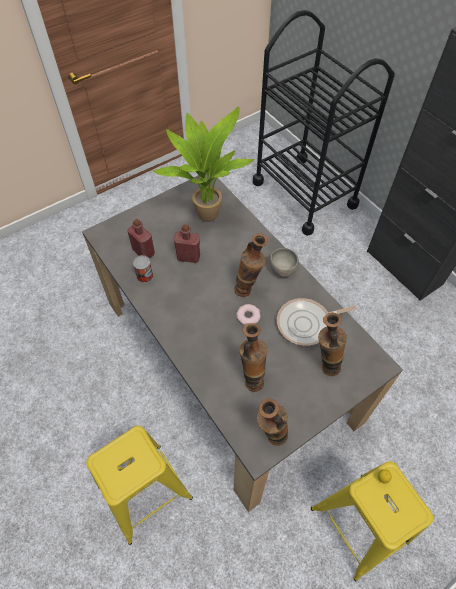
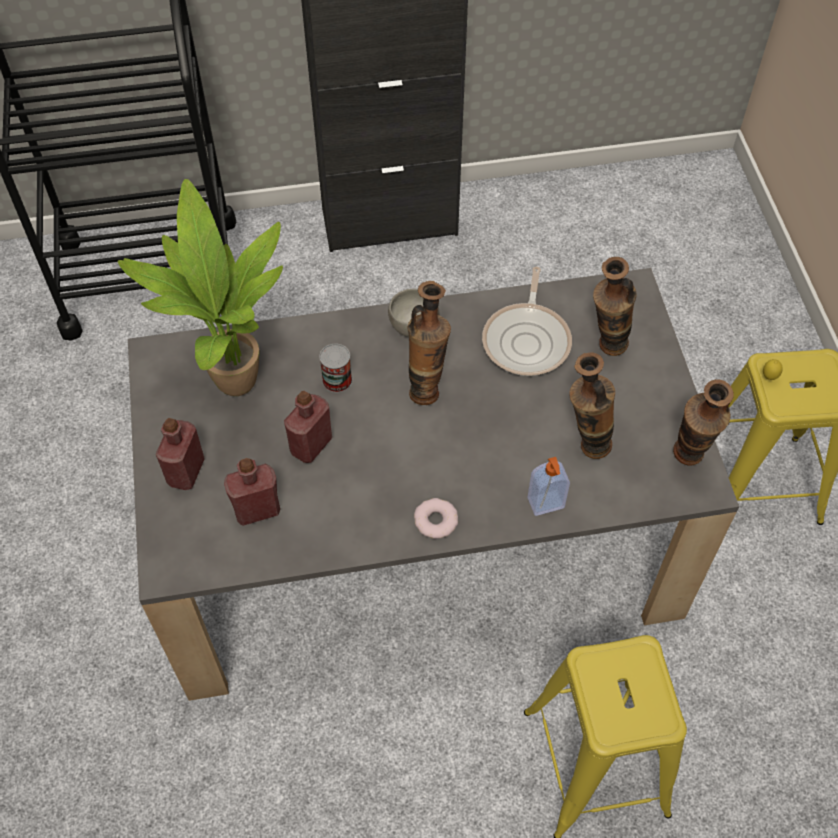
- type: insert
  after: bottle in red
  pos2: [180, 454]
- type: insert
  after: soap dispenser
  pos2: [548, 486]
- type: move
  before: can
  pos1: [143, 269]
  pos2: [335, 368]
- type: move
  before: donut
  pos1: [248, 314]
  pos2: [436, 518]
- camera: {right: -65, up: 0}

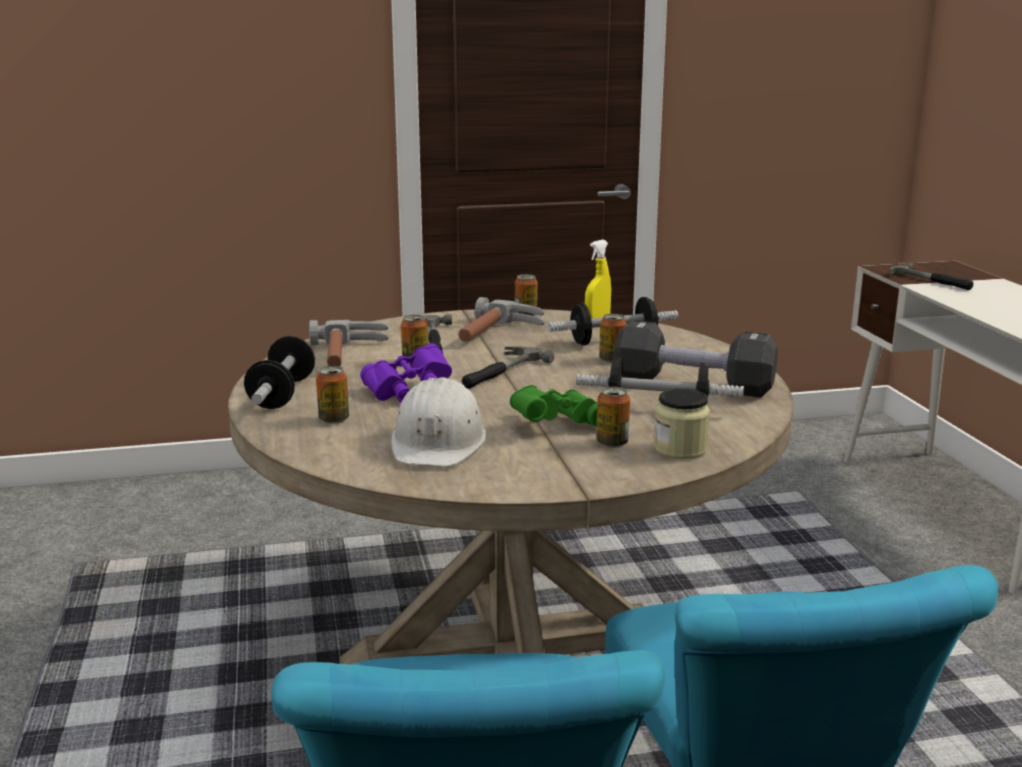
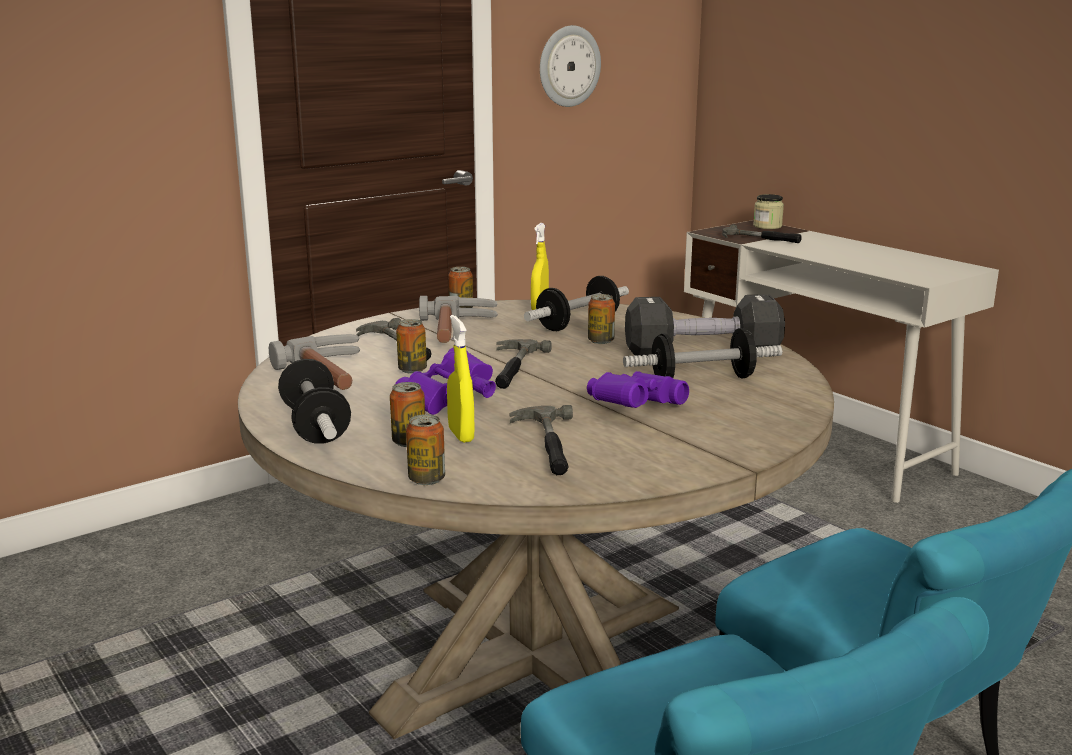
- type: insert
  after: spray bottle in yellow
  pos2: [460, 379]
- type: insert
  after: wall clock
  pos2: [570, 66]
- type: move
  before: can
  pos1: [613, 417]
  pos2: [425, 449]
- type: move
  before: jar
  pos1: [682, 423]
  pos2: [768, 211]
- type: replace
  before: hard hat in white
  after: hammer
  pos1: [439, 422]
  pos2: [541, 440]
- type: recolor
  before: binoculars in green
  after: binoculars in purple
  pos1: [553, 406]
  pos2: [638, 389]
- camera: {right: -25, up: 0}

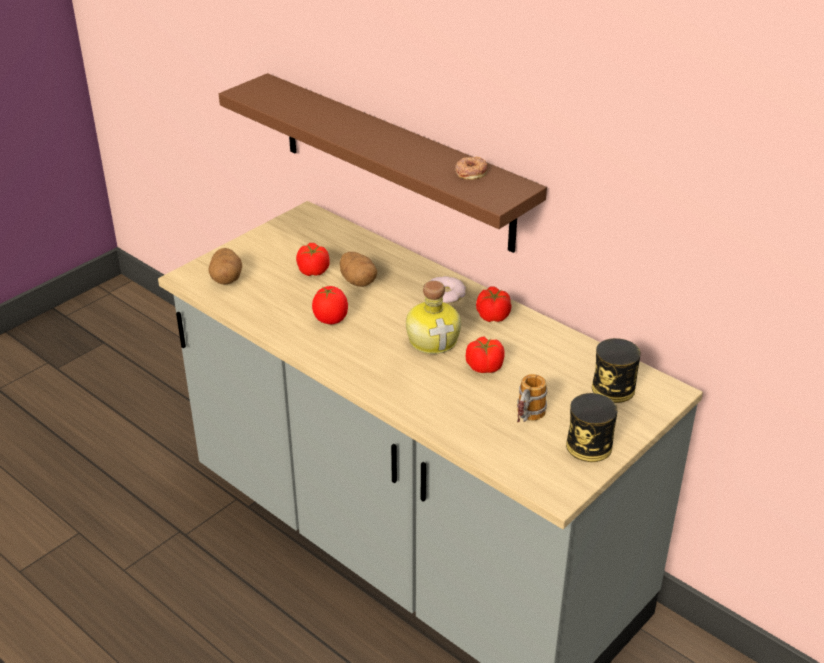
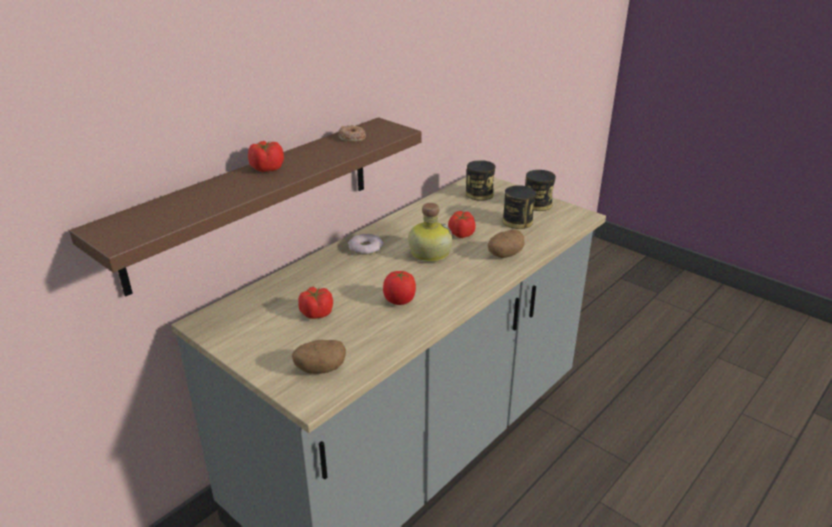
- type: move
  before: potato
  pos1: [358, 269]
  pos2: [506, 244]
- type: move
  before: tomato
  pos1: [494, 304]
  pos2: [266, 156]
- type: replace
  before: mug
  after: can
  pos1: [532, 398]
  pos2: [519, 207]
- camera: {right: -90, up: -5}

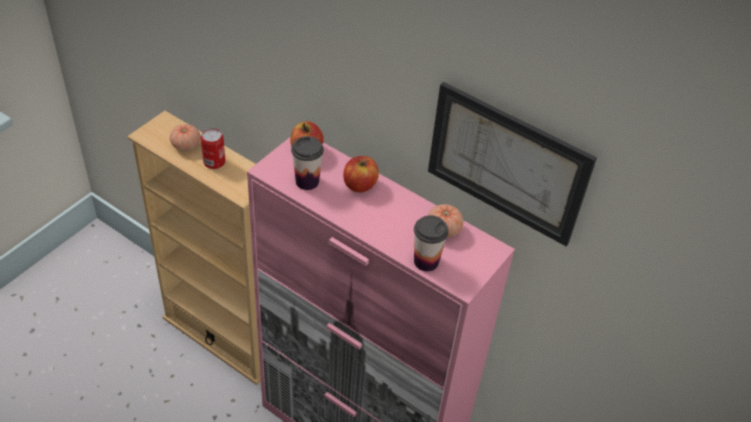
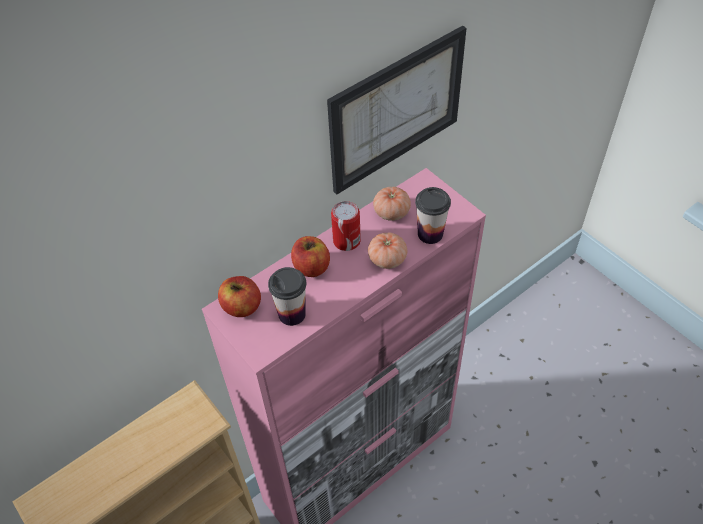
- type: move
  before: tomato
  pos1: [185, 137]
  pos2: [387, 251]
- type: move
  before: can
  pos1: [213, 148]
  pos2: [346, 226]
- camera: {right: -70, up: 5}

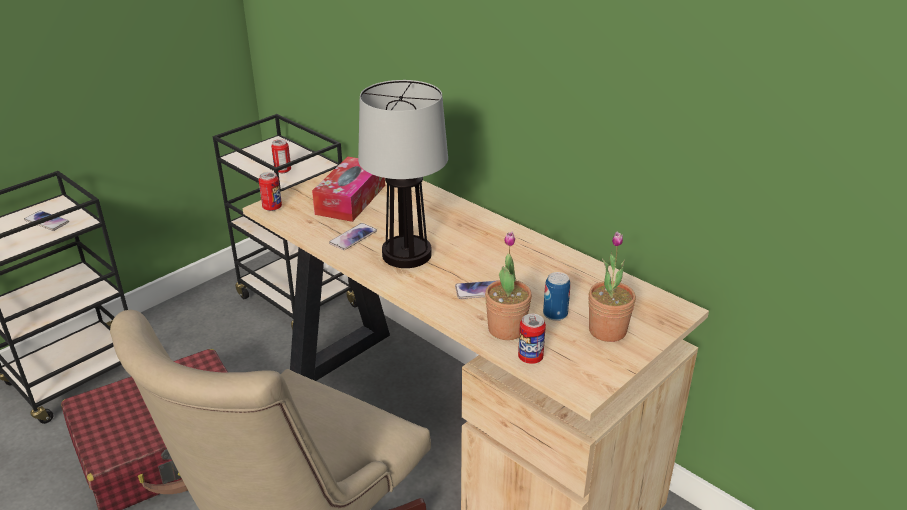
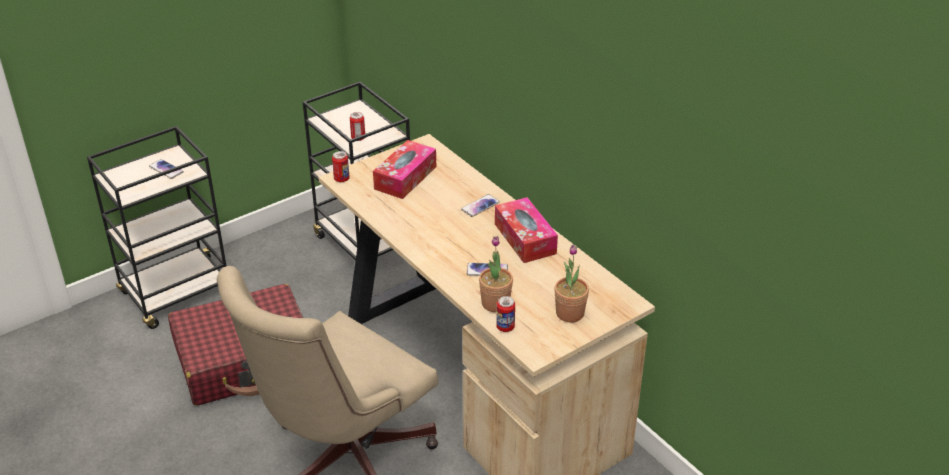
- type: delete
  before: table lamp
  pos1: [403, 174]
- type: delete
  before: can
  pos1: [556, 296]
- type: insert
  after: tissue box
  pos2: [526, 230]
- type: move
  before: phone
  pos1: [353, 236]
  pos2: [480, 205]
- camera: {right: 10, up: 5}

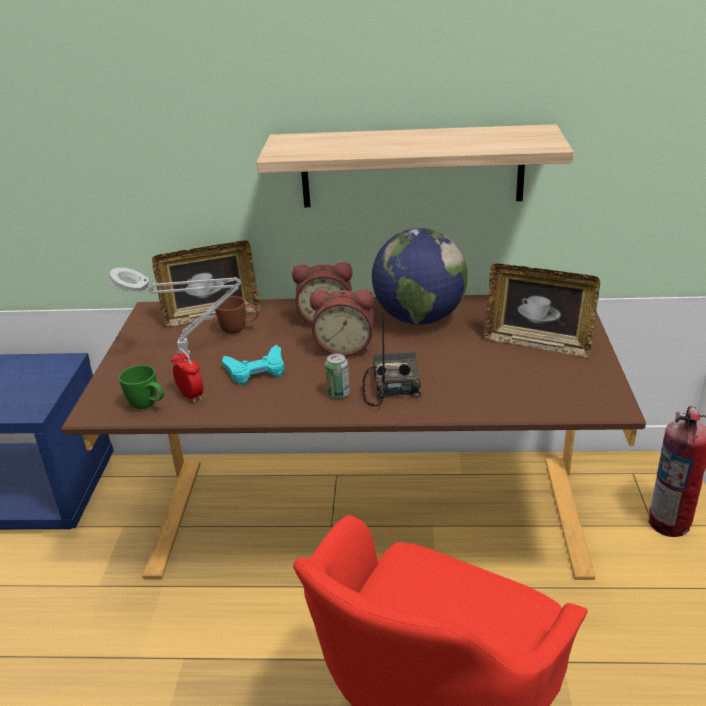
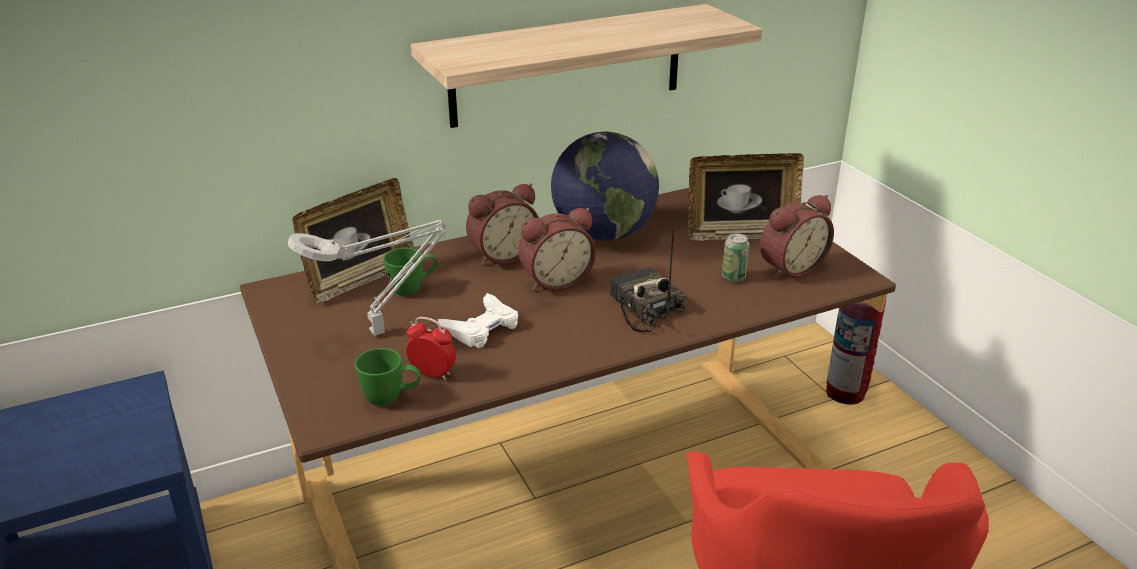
- type: insert
  after: alarm clock
  pos2: [797, 237]
- type: move
  before: can
  pos1: [337, 376]
  pos2: [735, 257]
- type: recolor
  before: mug in brown
  after: mug in green
  pos1: [236, 315]
  pos2: [410, 271]
- type: recolor
  before: game controller in turquoise
  after: game controller in white
  pos1: [253, 365]
  pos2: [478, 320]
- camera: {right: -30, up: 0}

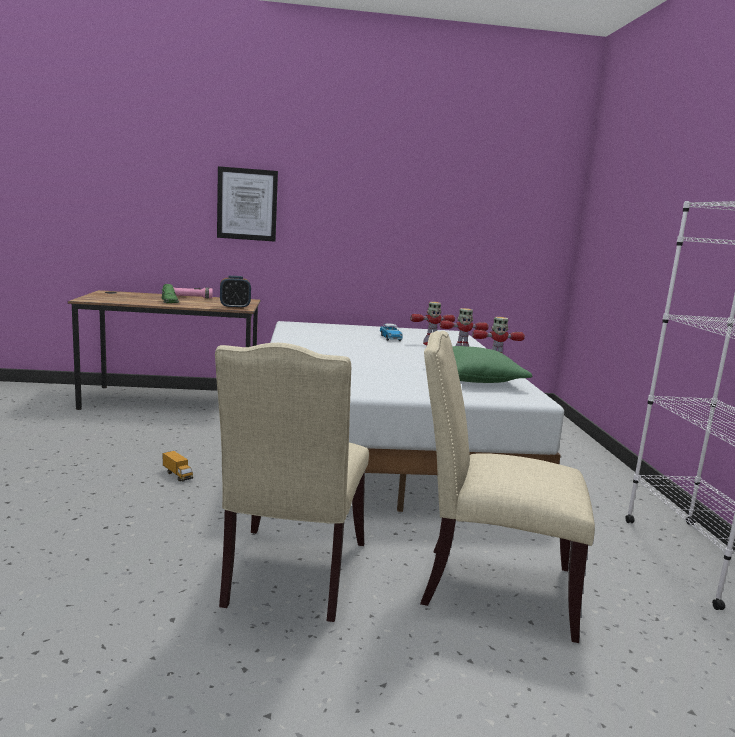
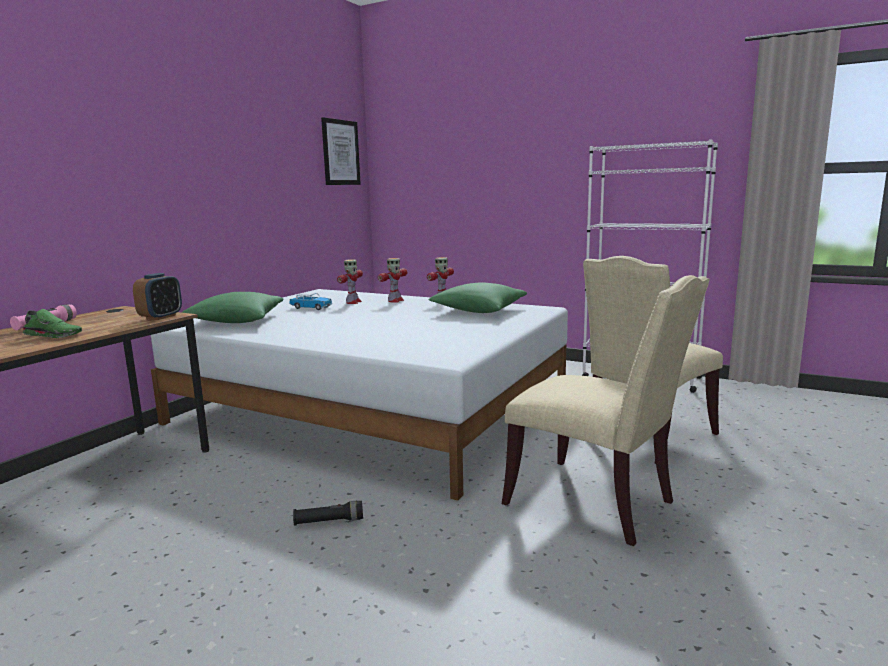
- type: insert
  after: pillow in green
  pos2: [232, 307]
- type: move
  before: picture
  pos1: [247, 204]
  pos2: [341, 151]
- type: replace
  before: toy truck
  after: flashlight in black
  pos1: [178, 466]
  pos2: [328, 513]
- camera: {right: -55, up: 0}

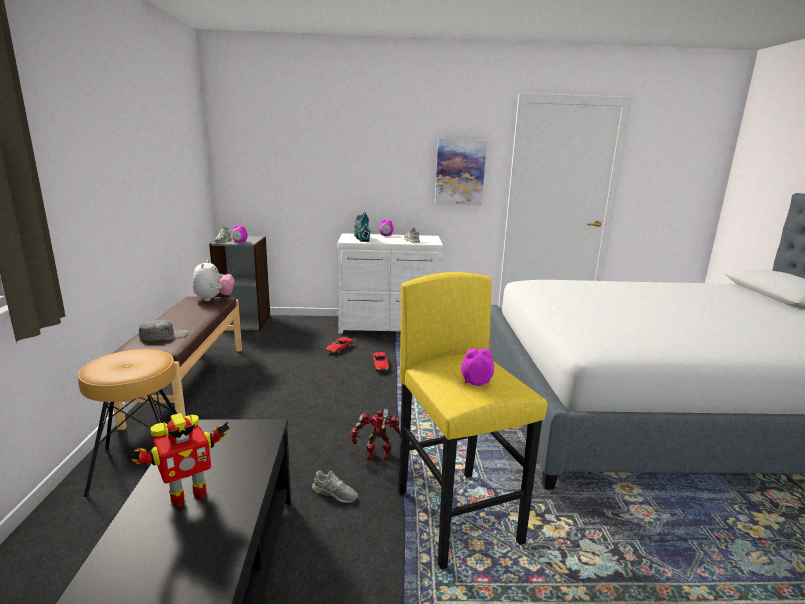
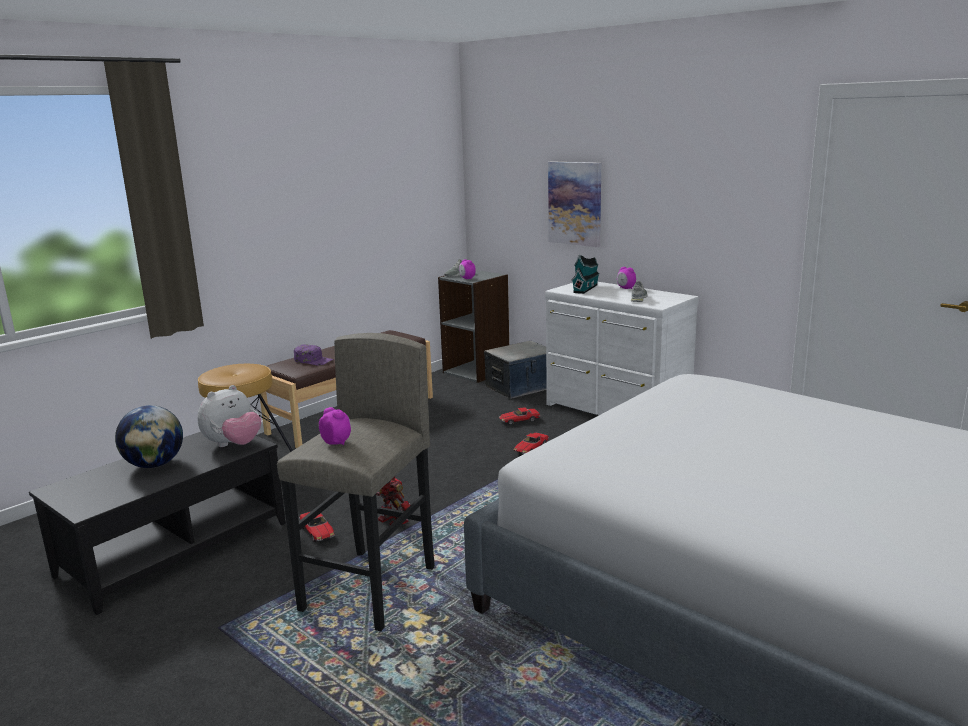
- type: insert
  after: storage box
  pos2: [515, 370]
- type: move
  before: plush toy
  pos1: [214, 280]
  pos2: [229, 416]
- type: move
  before: picture
  pos1: [461, 172]
  pos2: [574, 204]
- type: replace
  before: toy robot
  after: globe
  pos1: [177, 460]
  pos2: [149, 436]
- type: replace
  before: shoe in grey
  after: toy car
  pos1: [335, 487]
  pos2: [317, 527]
- type: recolor
  before: cap in grey
  after: cap in purple
  pos1: [163, 330]
  pos2: [314, 354]
- type: recolor
  before: stool in yellow
  after: stool in grey
  pos1: [472, 421]
  pos2: [356, 482]
- camera: {right: 45, up: 0}

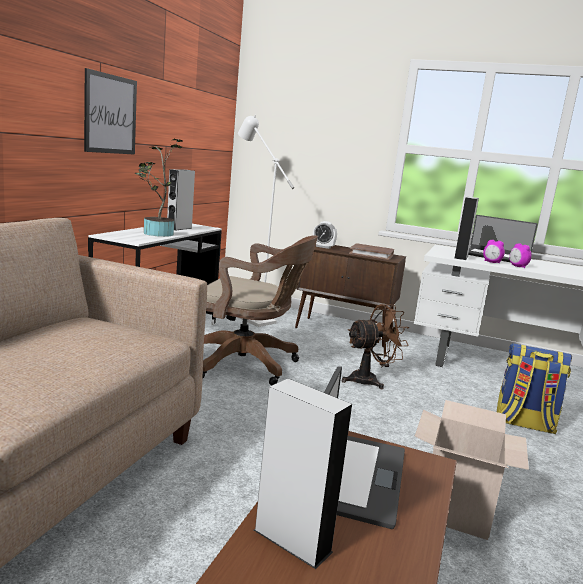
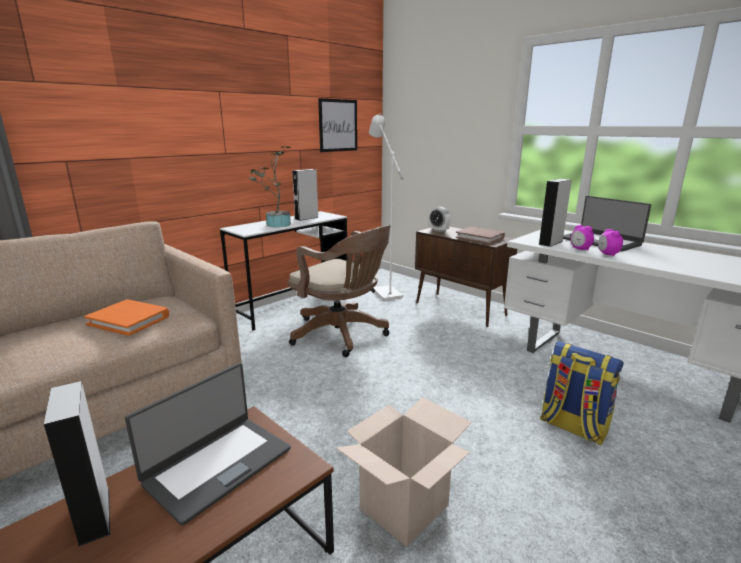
- type: delete
  before: fan in brown
  pos1: [375, 346]
- type: insert
  after: book in orange
  pos2: [126, 317]
- type: move
  before: picture
  pos1: [110, 111]
  pos2: [337, 125]
- camera: {right: 25, up: 5}

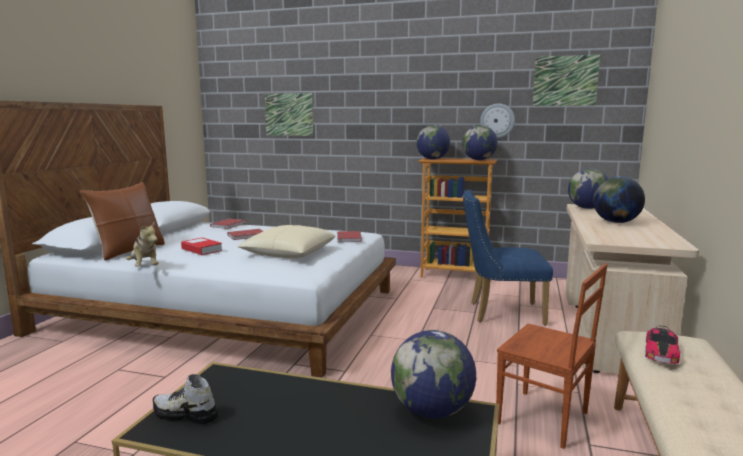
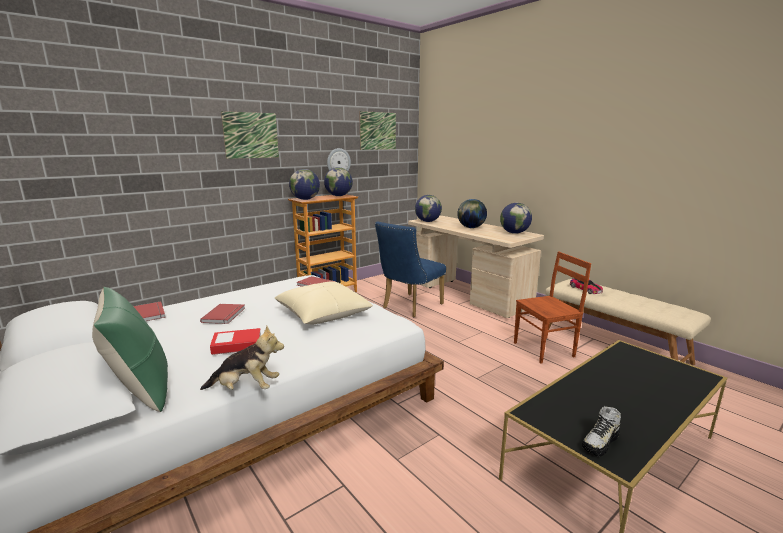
- type: move
  before: picture
  pos1: [289, 114]
  pos2: [250, 135]
- type: move
  before: globe
  pos1: [433, 374]
  pos2: [516, 218]
- type: recolor
  before: pillow in brown
  after: pillow in green
  pos1: [122, 221]
  pos2: [130, 349]
- camera: {right: -55, up: 5}

